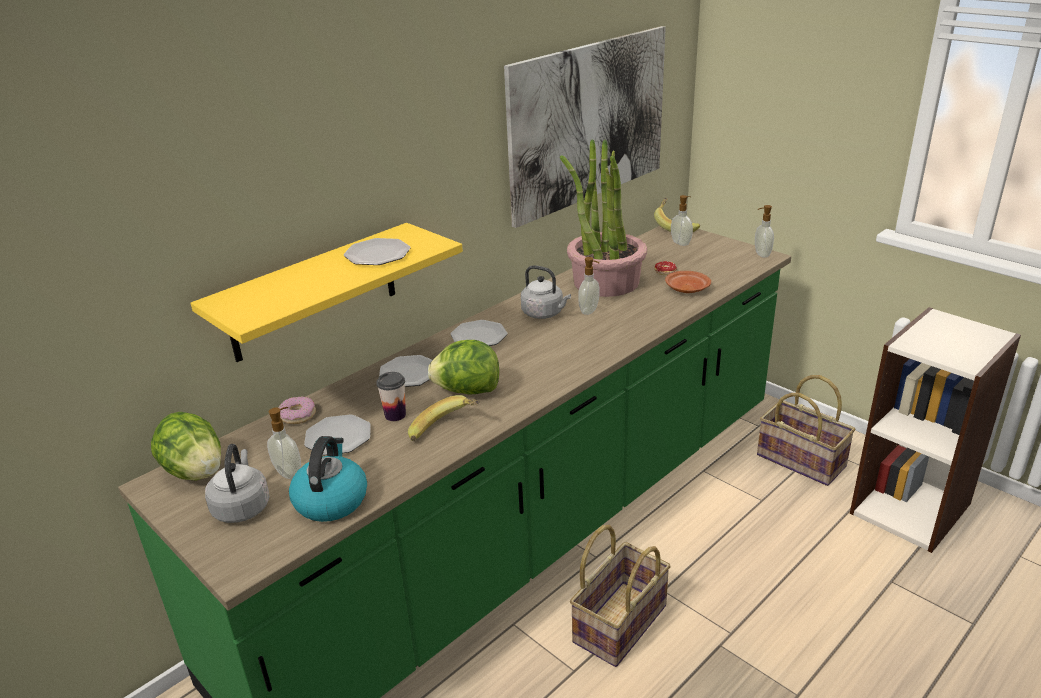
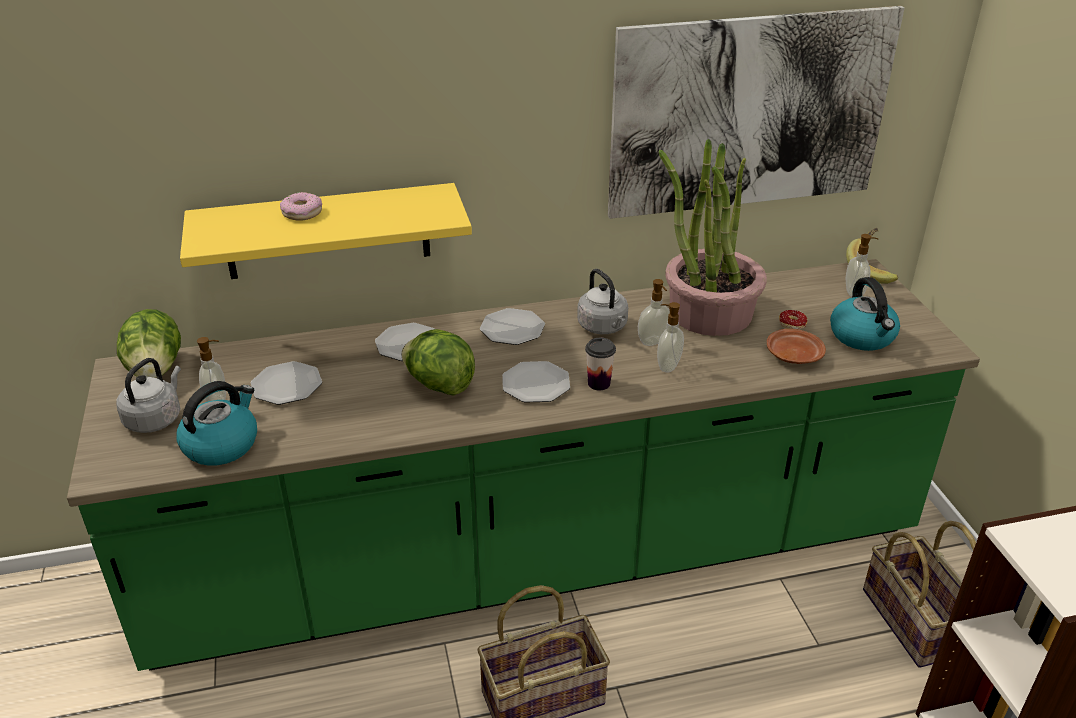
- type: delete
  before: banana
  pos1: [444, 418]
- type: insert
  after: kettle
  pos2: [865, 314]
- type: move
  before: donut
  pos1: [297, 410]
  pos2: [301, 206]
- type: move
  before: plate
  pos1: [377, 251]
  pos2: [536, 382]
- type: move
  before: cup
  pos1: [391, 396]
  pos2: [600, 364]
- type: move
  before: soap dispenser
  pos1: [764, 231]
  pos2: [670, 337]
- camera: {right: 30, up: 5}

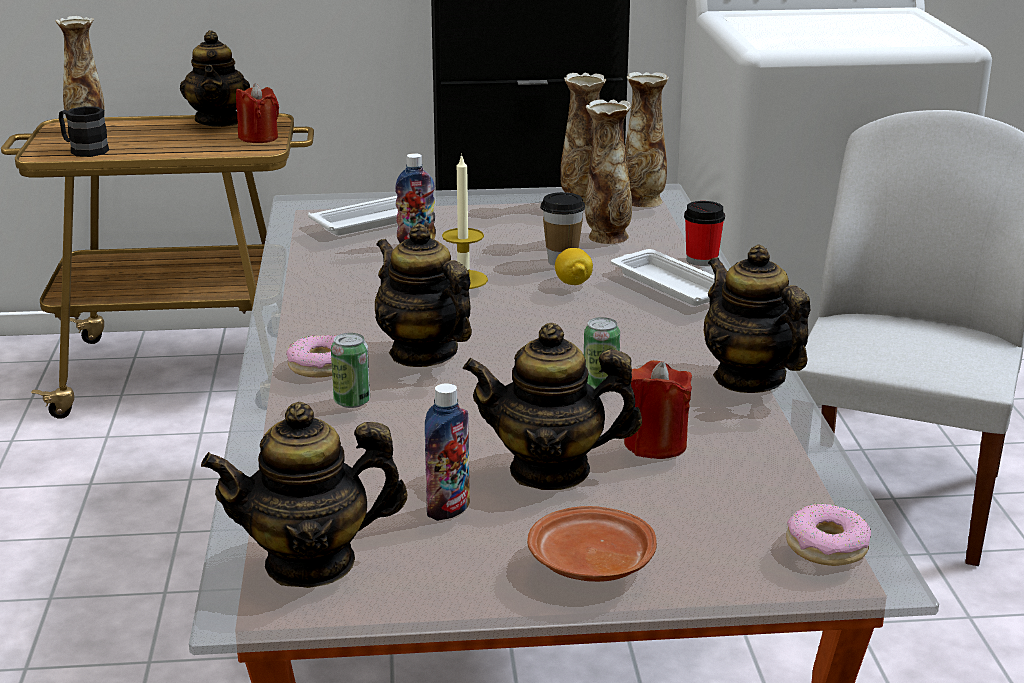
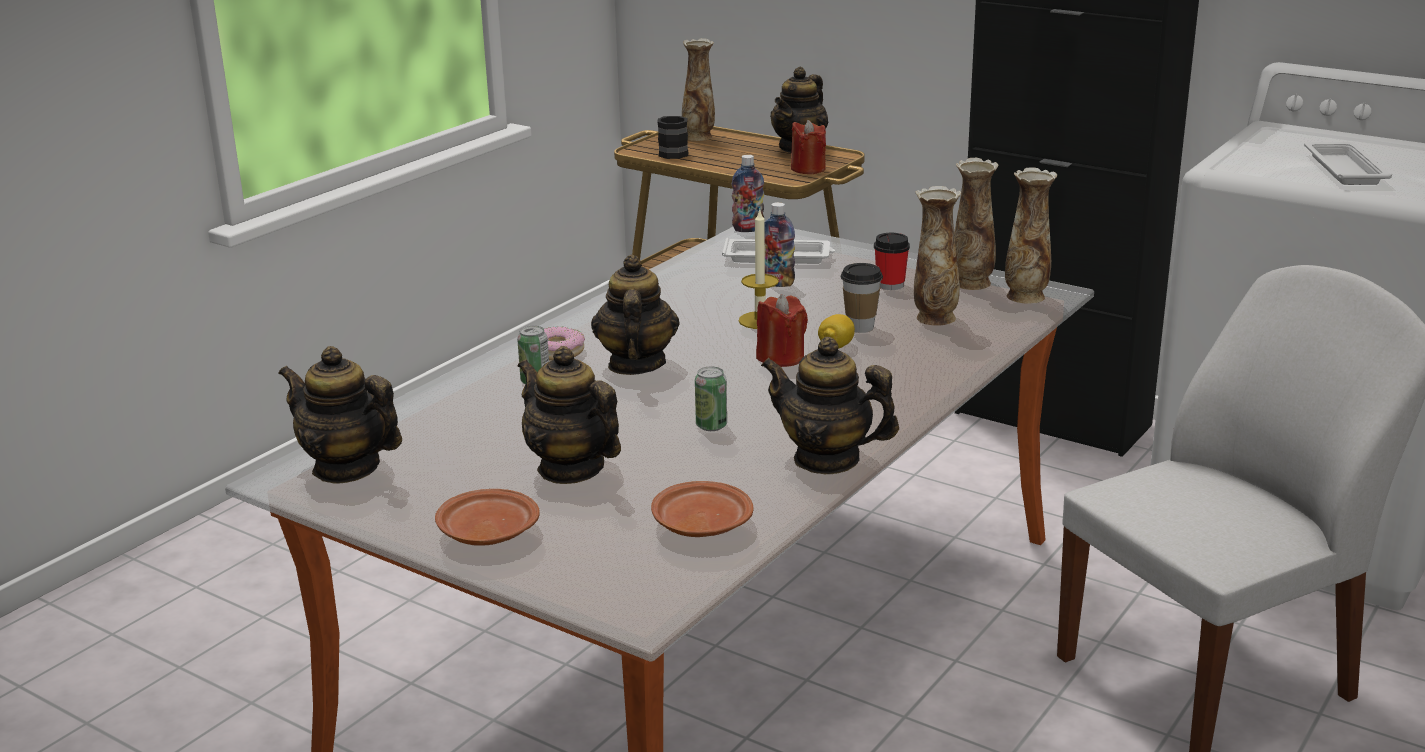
- type: delete
  before: donut
  pos1: [828, 535]
- type: insert
  after: plate in brown
  pos2: [702, 509]
- type: move
  before: bottle
  pos1: [447, 452]
  pos2: [748, 193]
- type: move
  before: tray in white
  pos1: [663, 277]
  pos2: [1348, 163]
- type: move
  before: candle in red
  pos1: [658, 409]
  pos2: [782, 330]
- type: move
  before: cup
  pos1: [704, 233]
  pos2: [892, 261]
- type: rotate
  before: teapot
  pos1: [757, 319]
  pos2: [830, 405]
  turn: -75
- camera: {right: 40, up: 0}

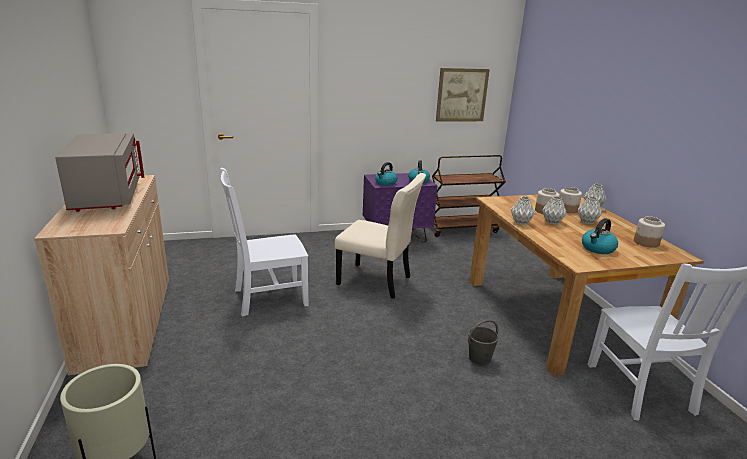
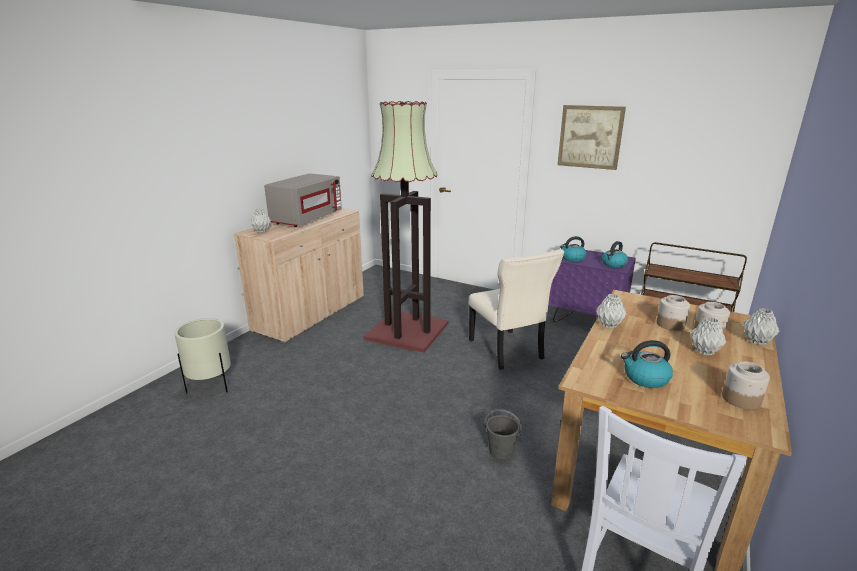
- type: move
  before: picture
  pos1: [463, 95]
  pos2: [592, 137]
- type: move
  before: vase in grey
  pos1: [554, 210]
  pos2: [260, 220]
- type: replace
  before: chair in white
  after: floor lamp
  pos1: [264, 242]
  pos2: [406, 227]
- camera: {right: 45, up: 0}

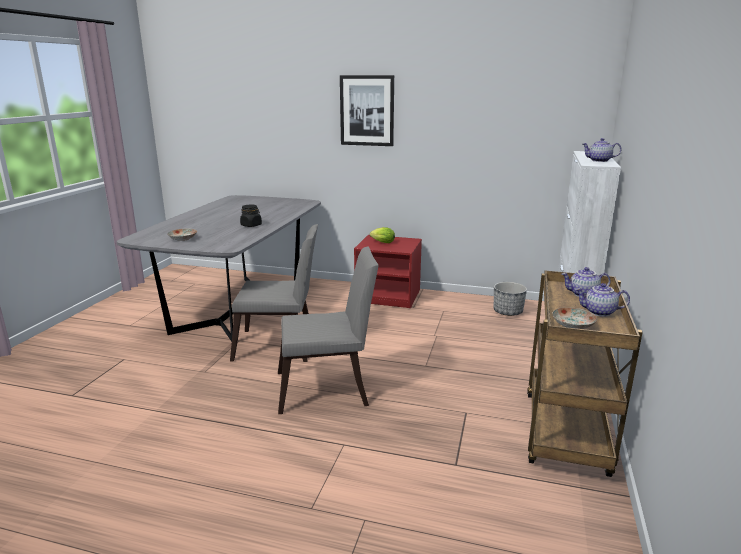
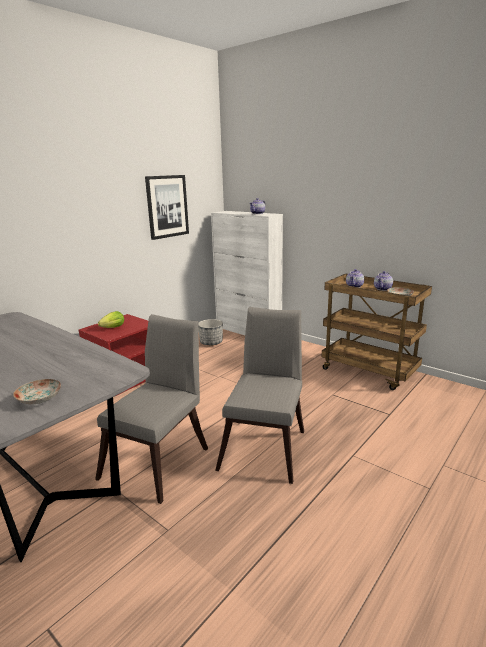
- type: delete
  before: jar in black
  pos1: [251, 216]
- type: move
  before: picture
  pos1: [367, 110]
  pos2: [167, 207]
- camera: {right: -65, up: 0}

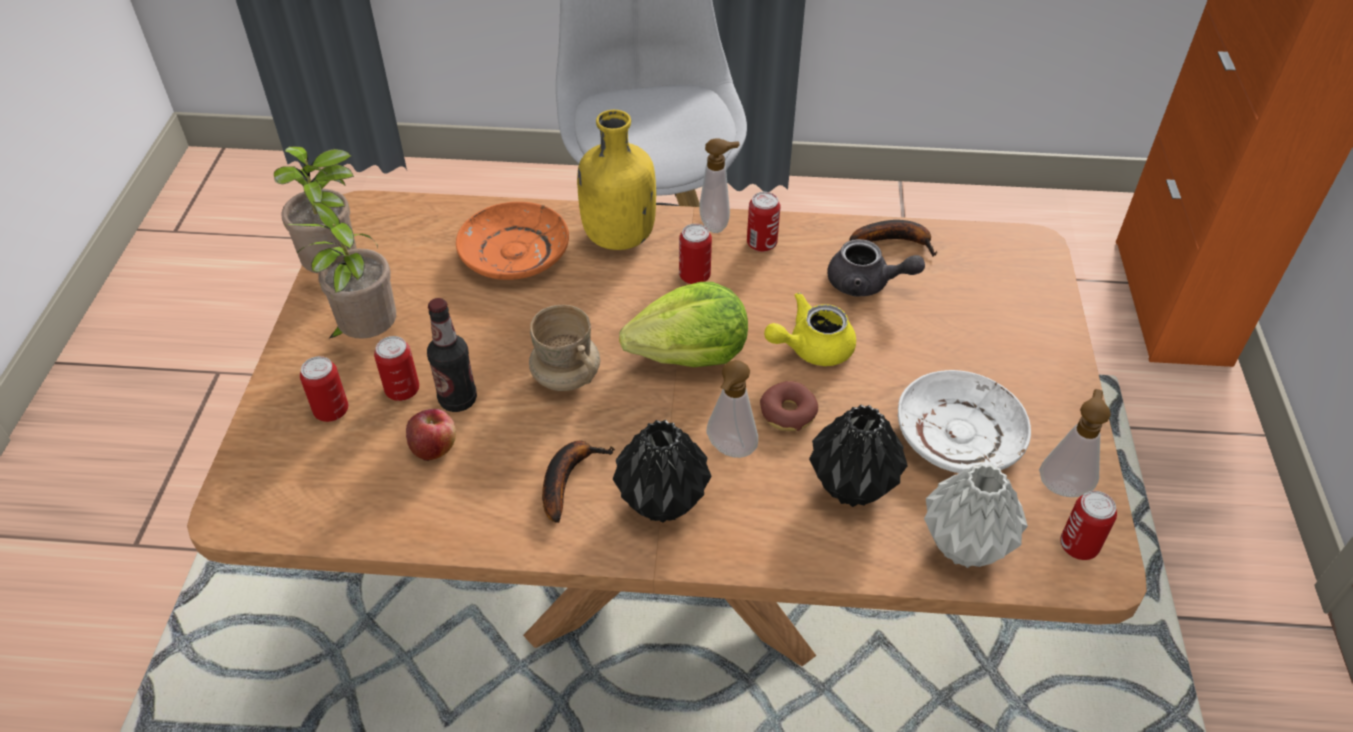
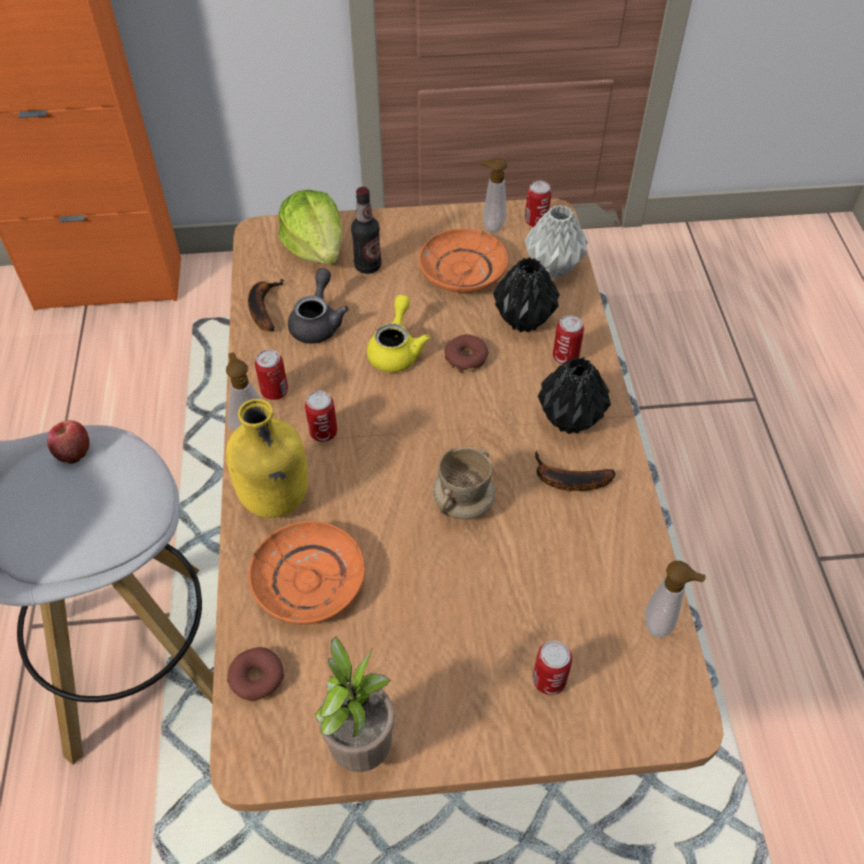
- type: delete
  before: potted plant
  pos1: [341, 270]
- type: insert
  after: donut
  pos2: [255, 674]
- type: move
  before: can
  pos1: [396, 368]
  pos2: [568, 339]
- type: move
  before: apple
  pos1: [431, 435]
  pos2: [68, 442]
- type: move
  before: bottle
  pos1: [452, 355]
  pos2: [366, 230]
- type: move
  before: lettuce
  pos1: [683, 324]
  pos2: [310, 227]
- type: move
  before: soap dispenser
  pos1: [732, 409]
  pos2: [675, 599]
- type: recolor
  before: plate in white
  after: plate in orange
  pos1: [964, 421]
  pos2: [463, 261]
- type: rotate
  before: teapot in yellow
  pos1: [810, 329]
  pos2: [398, 334]
  turn: -135
- camera: {right: -100, up: 5}

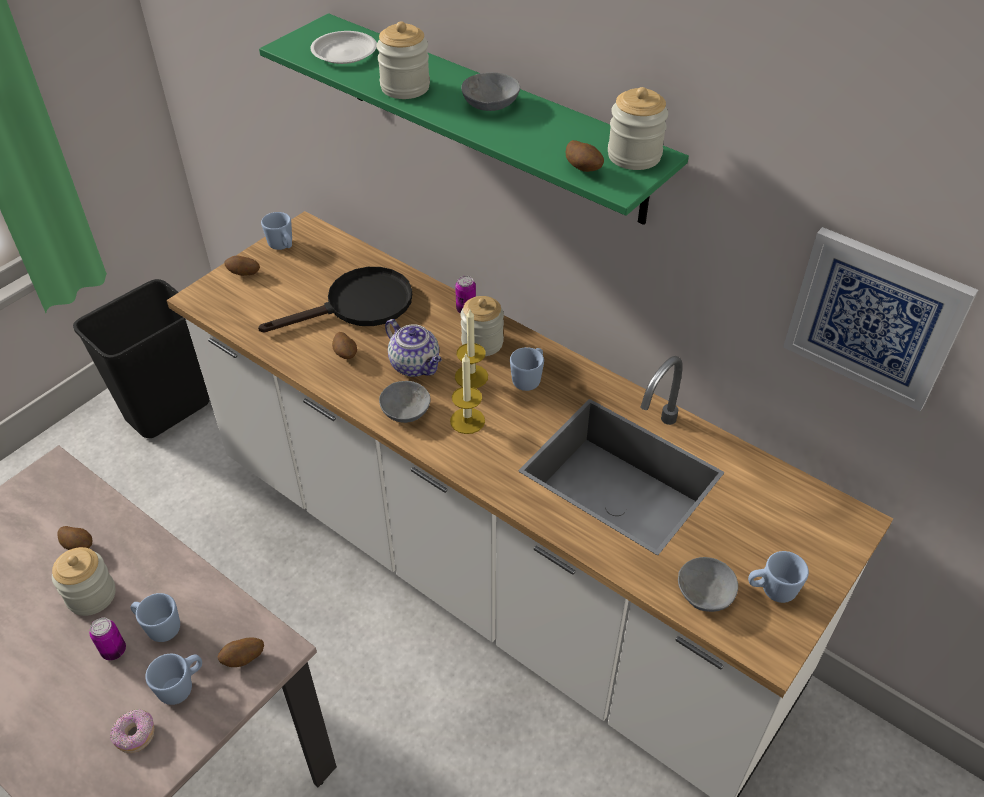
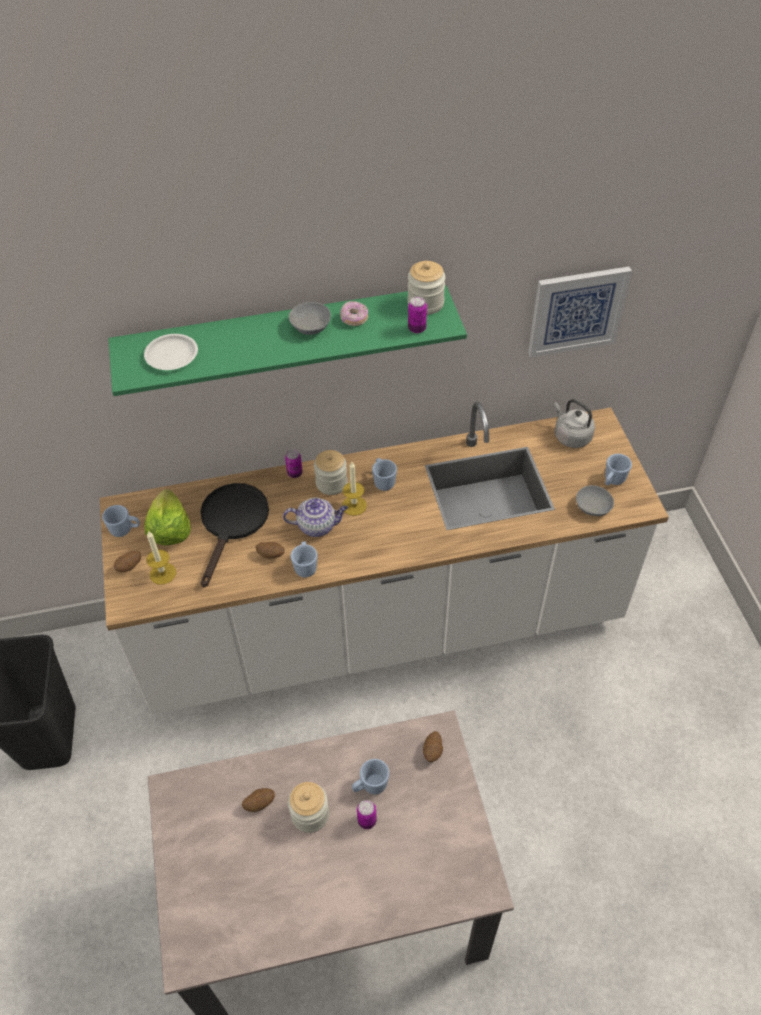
- type: delete
  before: jar
  pos1: [403, 60]
- type: delete
  before: bowl in grey
  pos1: [405, 402]
- type: insert
  after: lettuce
  pos2: [168, 517]
- type: insert
  after: kettle in grey
  pos2: [574, 423]
- type: move
  before: donut
  pos1: [132, 731]
  pos2: [354, 313]
- type: move
  before: mug in blue
  pos1: [173, 679]
  pos2: [304, 559]
- type: move
  before: candle
  pos1: [467, 394]
  pos2: [161, 558]
- type: replace
  before: potato
  after: can
  pos1: [585, 156]
  pos2: [417, 315]
- camera: {right: -50, up: 5}

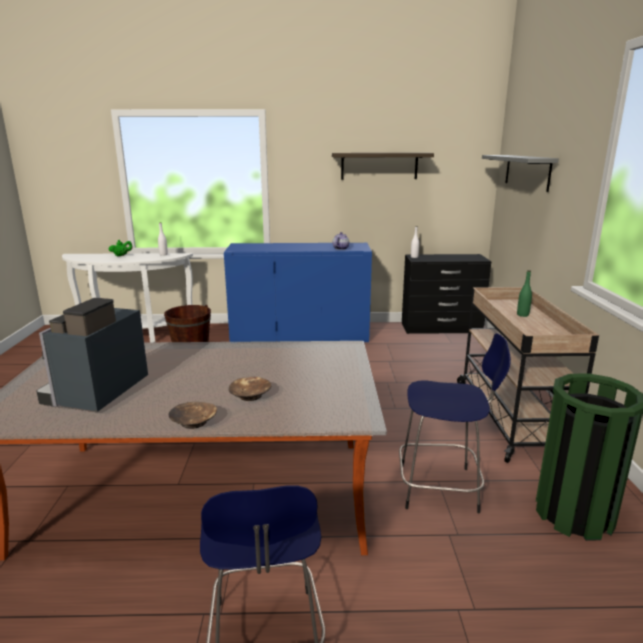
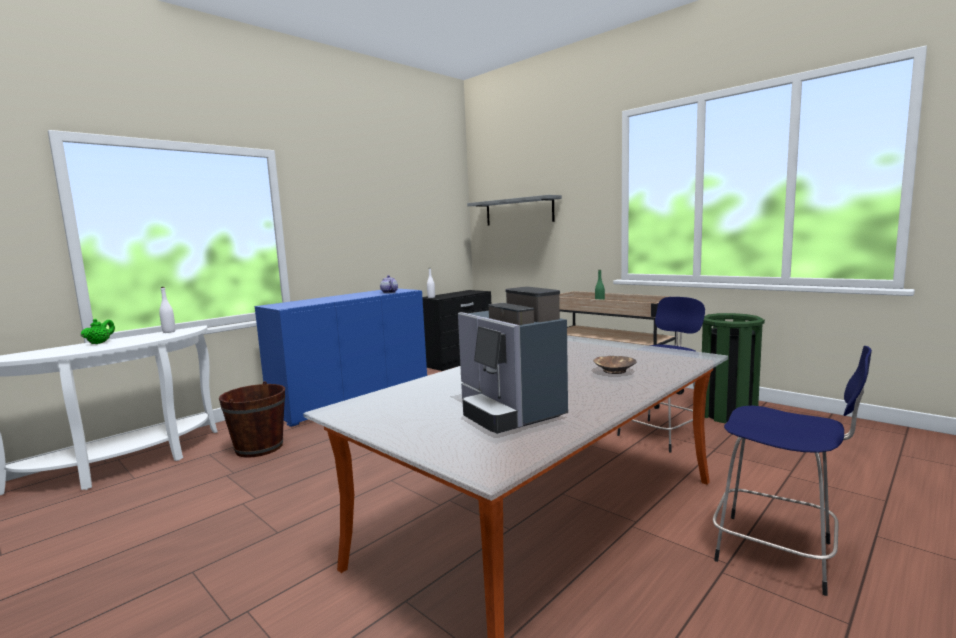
- type: delete
  before: bowl in brown
  pos1: [193, 415]
- type: delete
  before: shelf
  pos1: [383, 166]
- camera: {right: -45, up: -10}

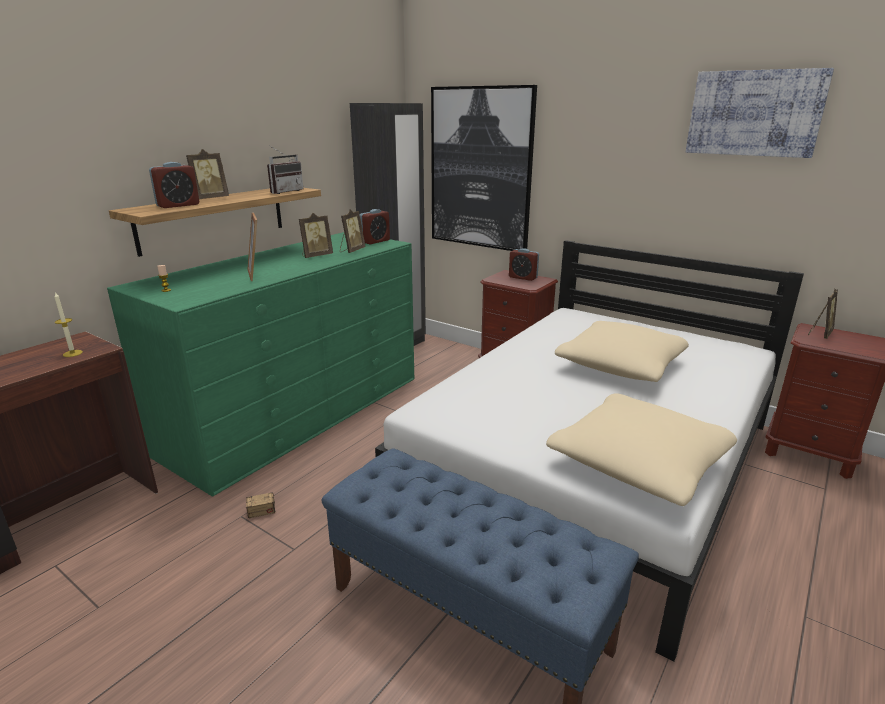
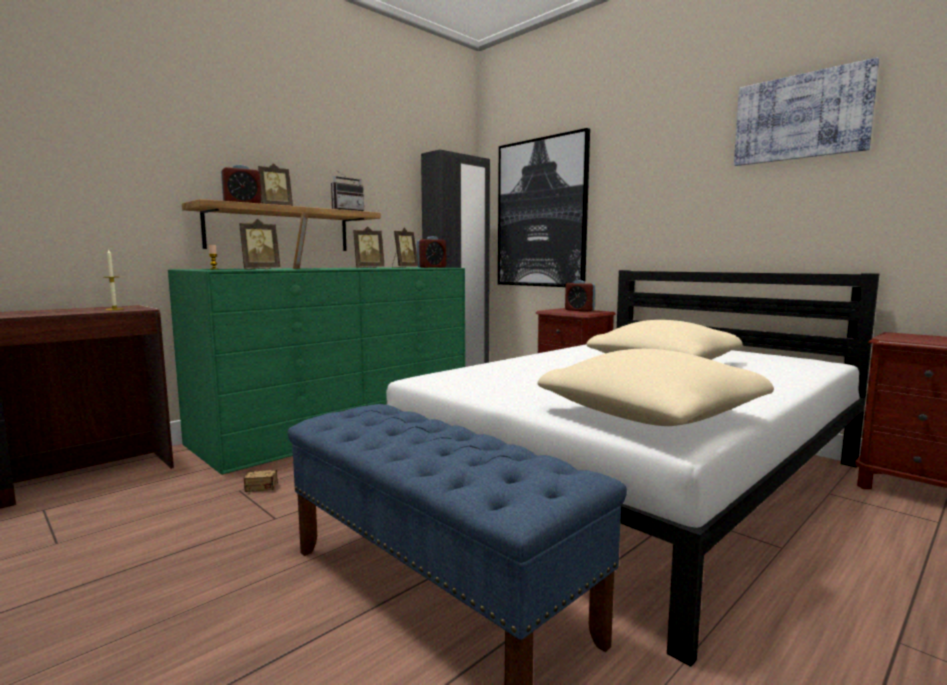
- type: move
  before: picture frame
  pos1: [823, 314]
  pos2: [259, 244]
- camera: {right: 10, up: -15}

